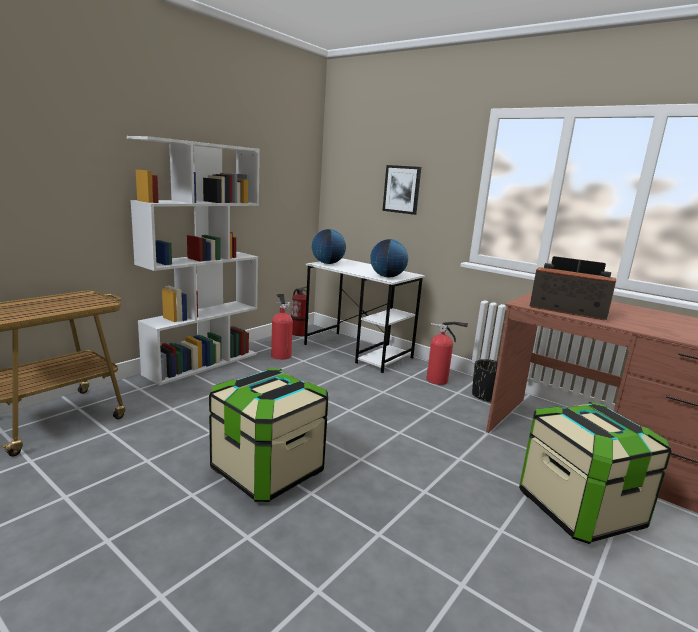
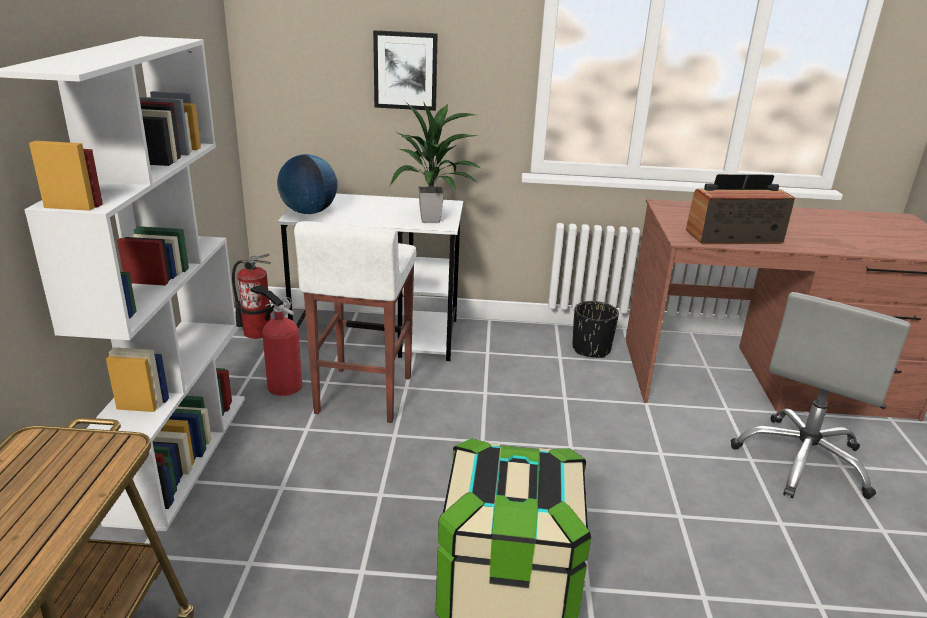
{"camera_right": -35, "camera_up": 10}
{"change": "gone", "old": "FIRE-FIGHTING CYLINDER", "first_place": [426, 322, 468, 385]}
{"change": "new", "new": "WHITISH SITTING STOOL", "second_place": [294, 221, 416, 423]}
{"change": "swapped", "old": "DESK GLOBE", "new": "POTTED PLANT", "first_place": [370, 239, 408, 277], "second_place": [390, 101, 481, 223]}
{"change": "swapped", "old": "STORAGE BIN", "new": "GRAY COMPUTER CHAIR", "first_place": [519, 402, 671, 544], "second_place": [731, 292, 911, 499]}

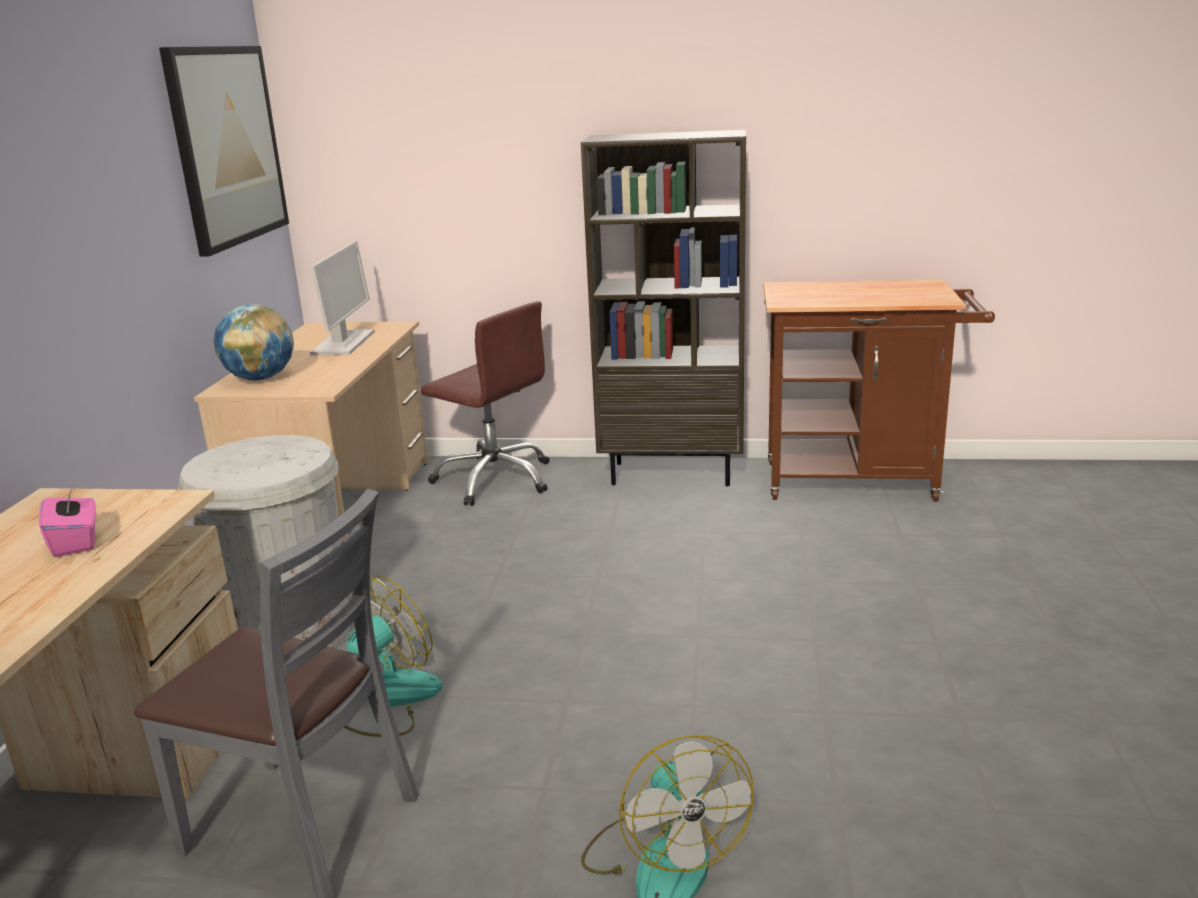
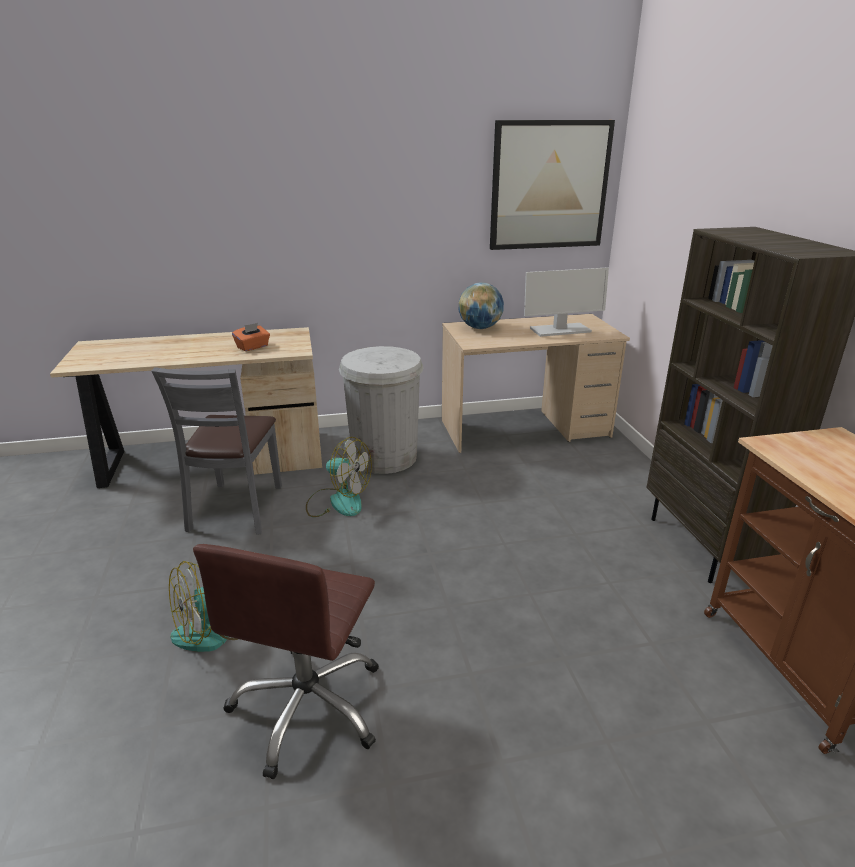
{"camera_right": 70, "camera_up": 5}
{"change": "shifted", "old": "BROWNISH COMPUTER CHAIR", "first_place": [420, 301, 549, 506], "second_place": [193, 544, 379, 779]}
{"change": "repainted", "old": "PINKISH TISSUE BOX", "new": "ORANGE TISSUE BOX", "first_place": [39, 486, 96, 557], "second_place": [232, 323, 270, 351]}

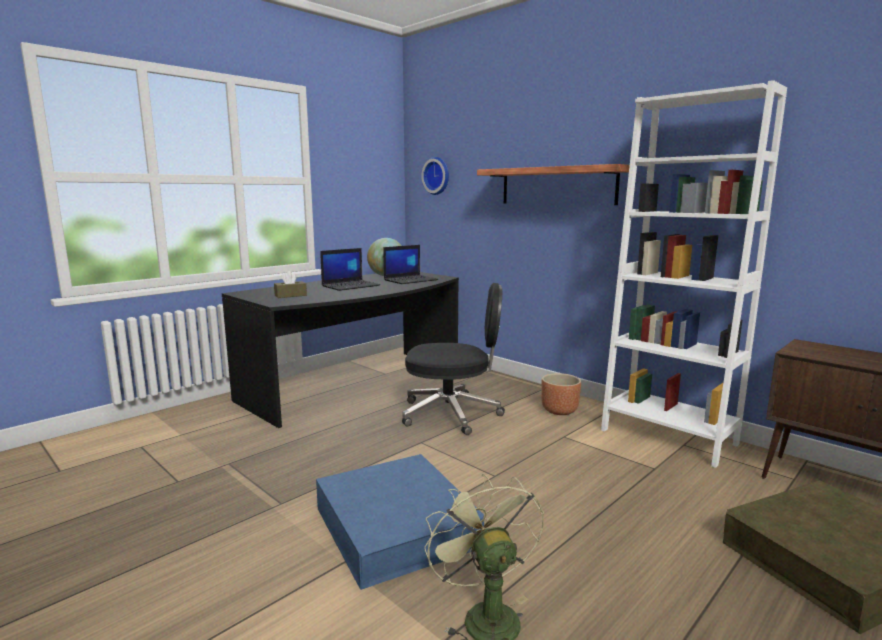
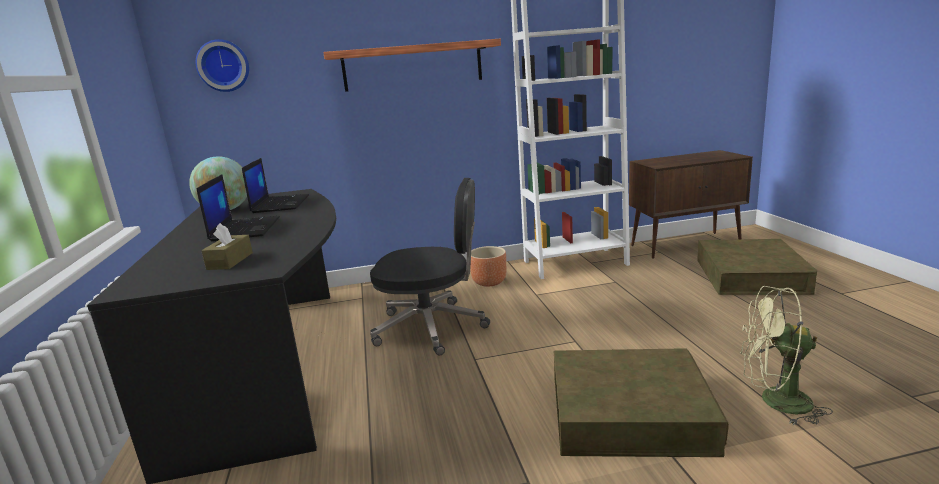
{"camera_right": -55, "camera_up": 5}
{"change": "repainted", "old": "BLUE STORAGE BIN", "new": "BROWNISH STORAGE BIN", "first_place": [316, 454, 484, 590], "second_place": [553, 348, 729, 457]}
{"change": "rotated", "old": "BLACK-COLOURED COMPUTER CHAIR", "first_place": [402, 283, 505, 435], "second_place": [370, 178, 490, 356], "degrees": 60}

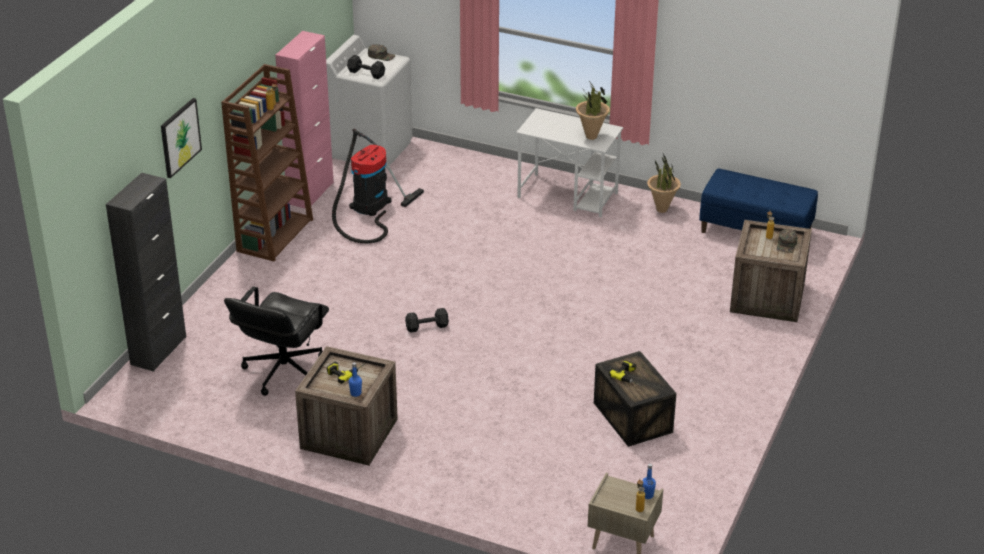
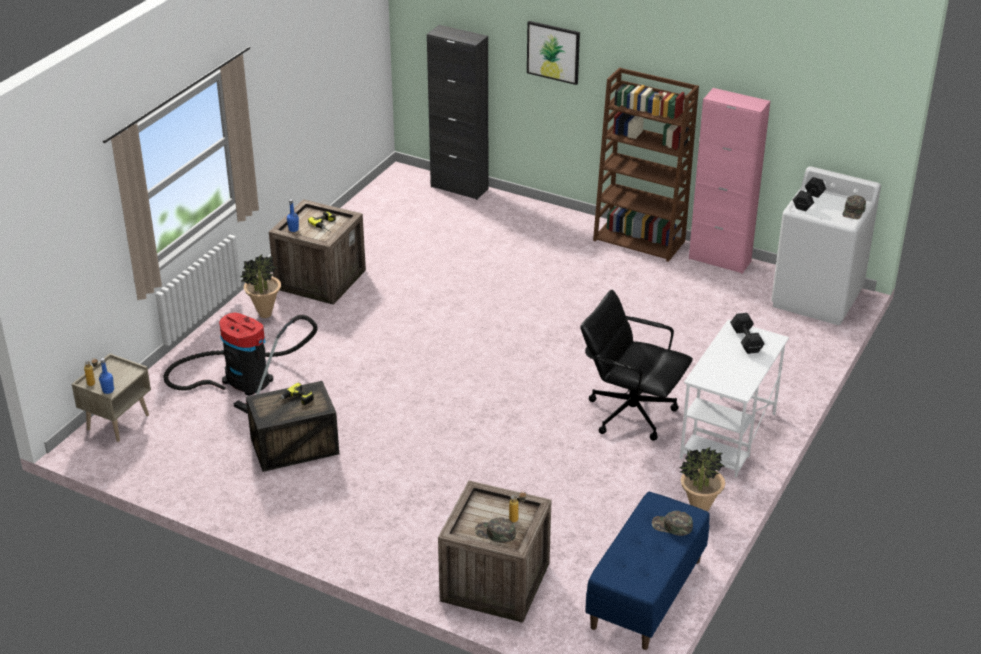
{"camera_right": 95, "camera_up": 0}
{"change": "new", "new": "GREEN BASEBALL CAP", "second_place": [652, 511, 693, 536]}
{"change": "shifted", "old": "BLACK-COLOURED COMPUTER CHAIR", "first_place": [224, 287, 329, 396], "second_place": [580, 290, 693, 441]}
{"change": "shifted", "old": "VACUUM CLEANER", "first_place": [332, 129, 424, 244], "second_place": [163, 312, 317, 414]}
{"change": "shifted", "old": "BLACK-COLOURED DUMBBELL", "first_place": [405, 308, 449, 333], "second_place": [730, 313, 765, 354]}
{"change": "shifted", "old": "POTTED PLANT", "first_place": [576, 81, 610, 140], "second_place": [240, 254, 281, 318]}

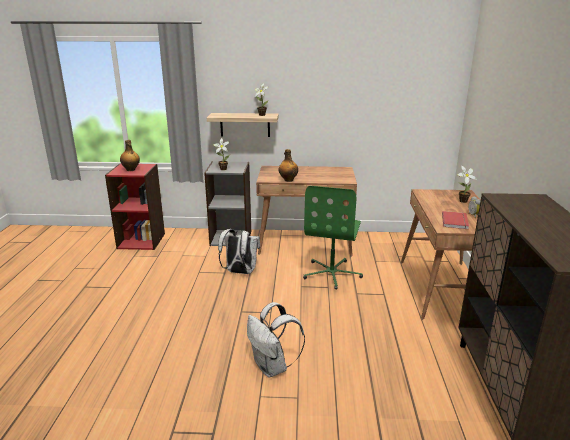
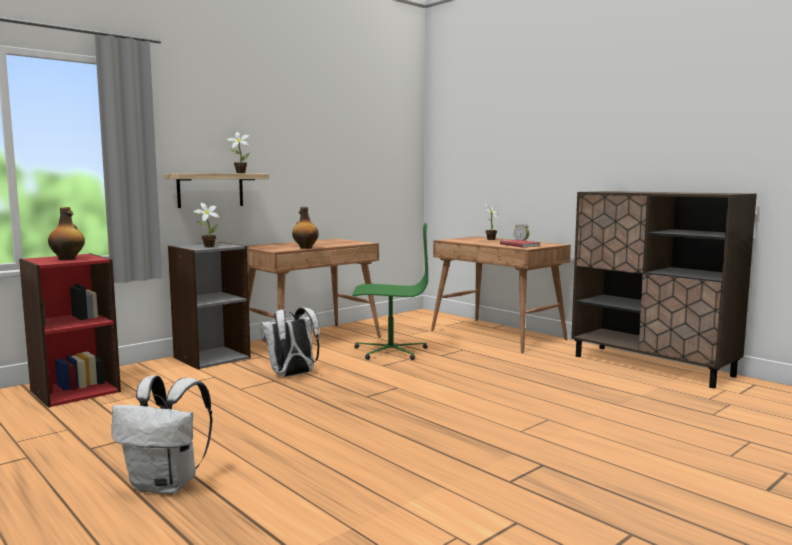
{"camera_right": -45, "camera_up": -15}
{"change": "shifted", "old": "WHITISH BACKPACK", "first_place": [247, 302, 305, 378], "second_place": [111, 375, 212, 494]}
{"change": "rotated", "old": "GREEN COMPUTER CHAIR", "first_place": [303, 186, 363, 289], "second_place": [352, 223, 428, 360], "degrees": -60}

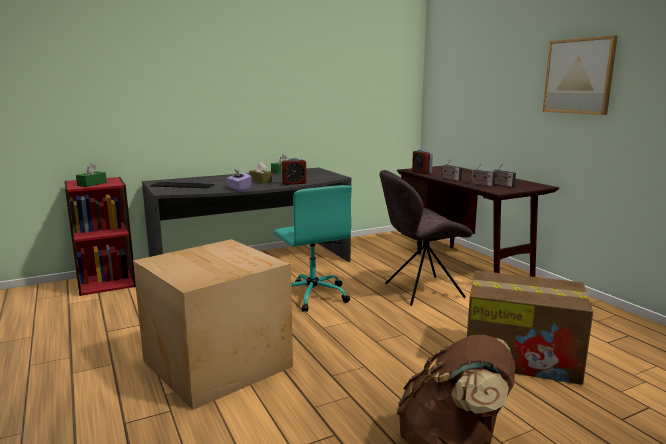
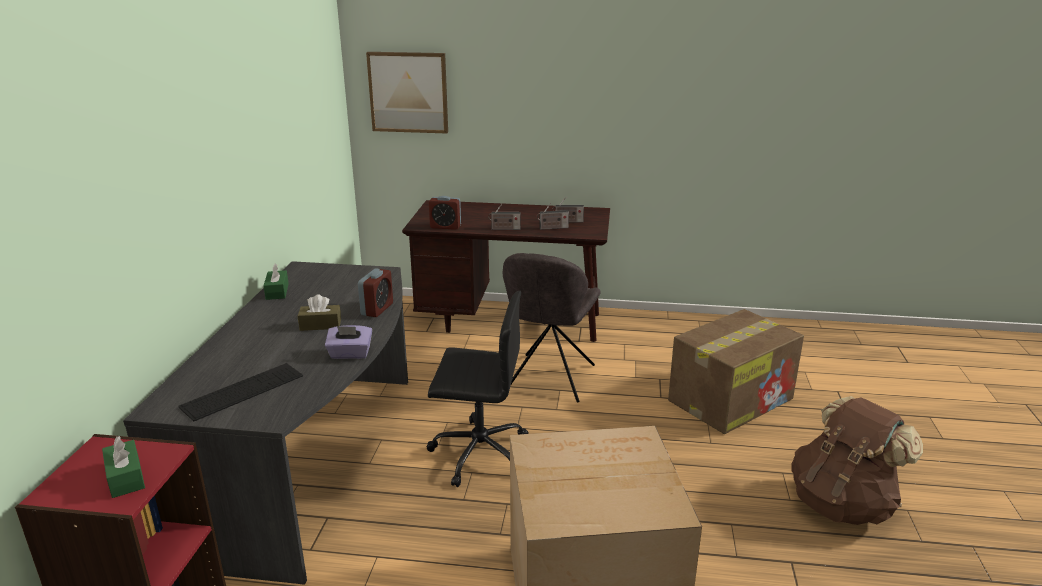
{"camera_right": -55, "camera_up": 10}
{"change": "shifted", "old": "WALL PICTURE", "first_place": [543, 35, 618, 115], "second_place": [366, 52, 448, 133]}
{"change": "repainted", "old": "TURQUOISE-COLOURED COMPUTER CHAIR", "new": "BLACK-COLOURED COMPUTER CHAIR", "first_place": [274, 185, 352, 312], "second_place": [427, 291, 529, 487]}

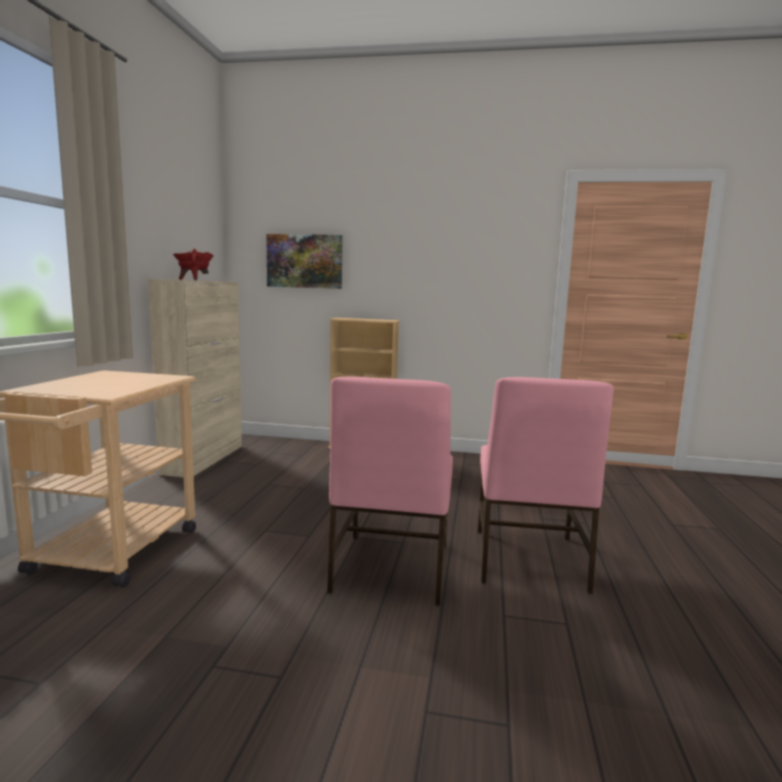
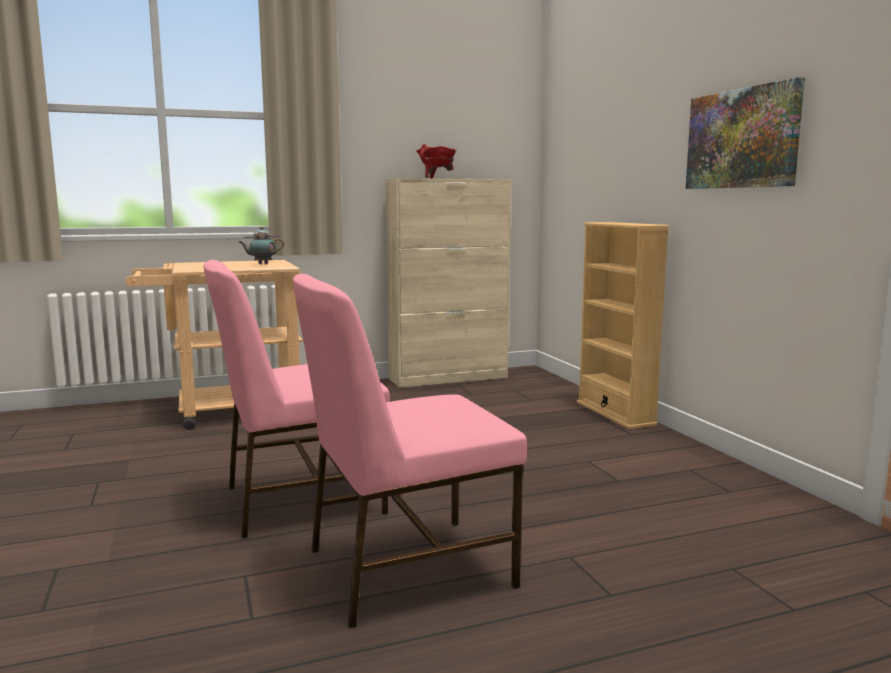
{"camera_right": 60, "camera_up": 0}
{"change": "new", "new": "TEAPOT", "second_place": [239, 227, 284, 264]}
{"change": "shifted", "old": "WALL PICTURE", "first_place": [266, 234, 343, 289], "second_place": [686, 77, 805, 189]}

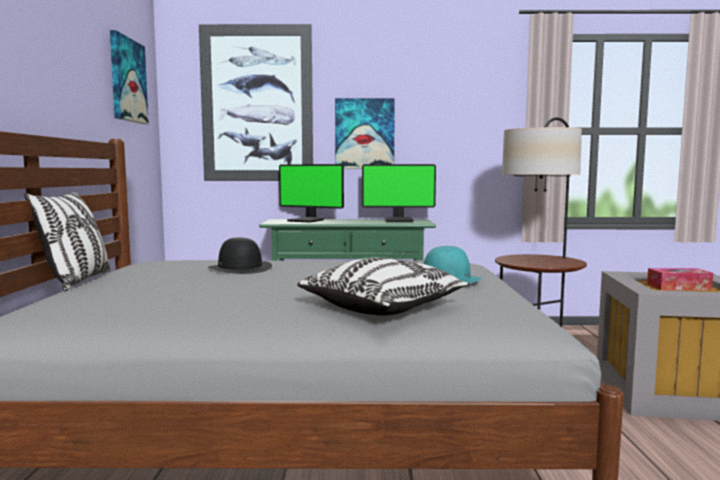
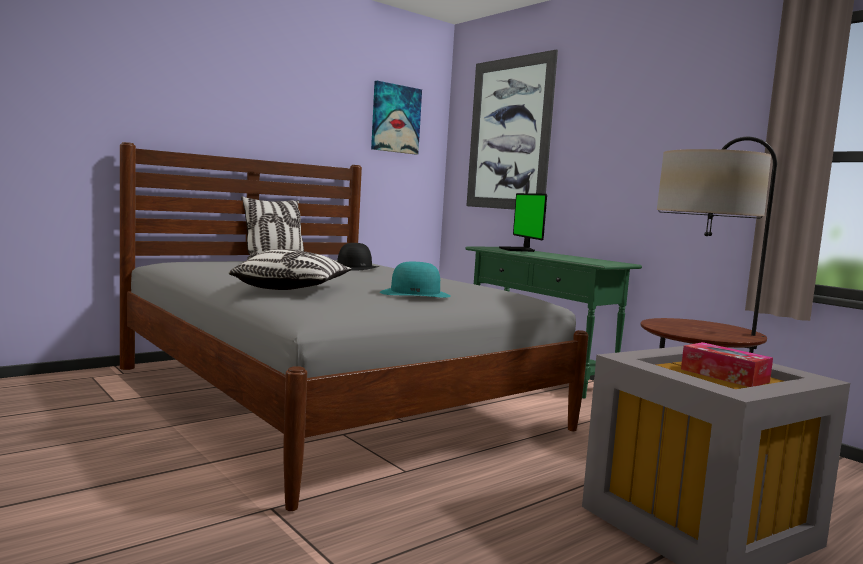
{"camera_right": 50, "camera_up": 0}
{"change": "gone", "old": "WALL PICTURE", "first_place": [335, 98, 395, 169]}
{"change": "gone", "old": "MONITOR", "first_place": [362, 164, 436, 222]}

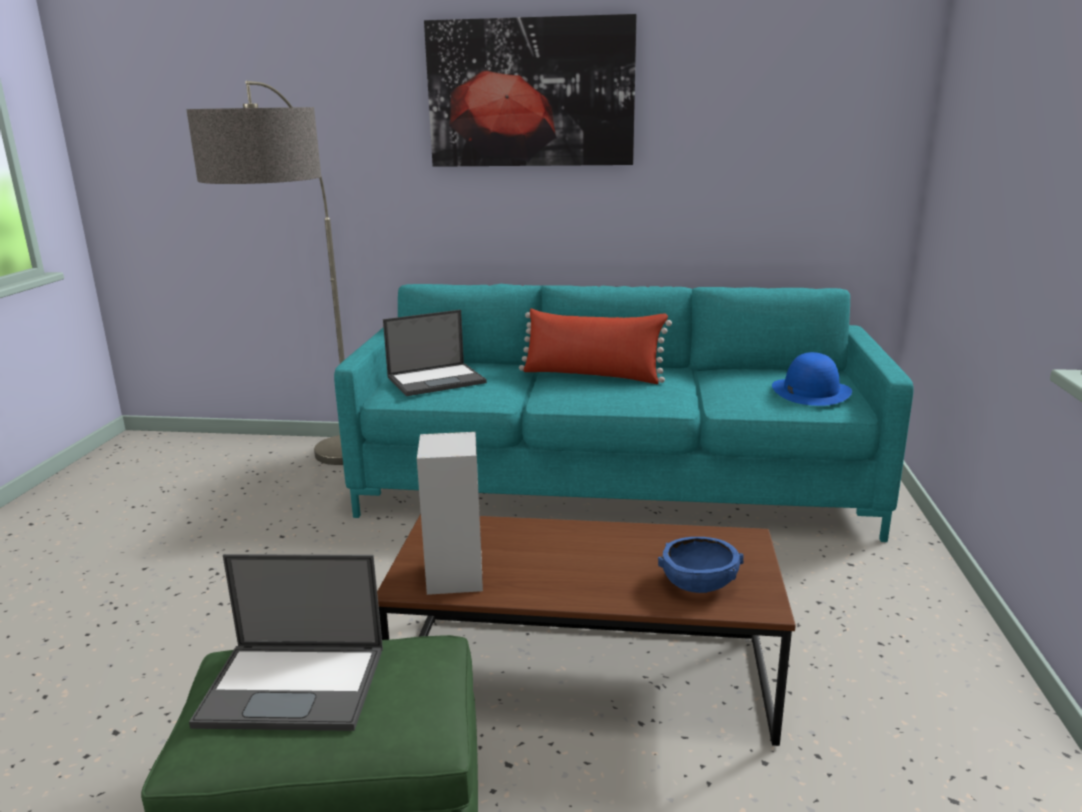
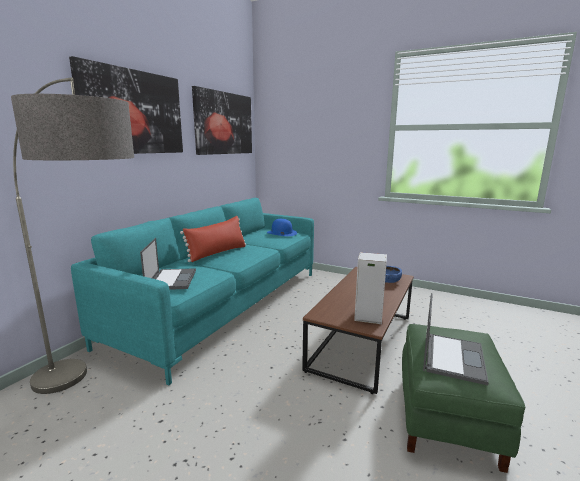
{"camera_right": -70, "camera_up": -5}
{"change": "new", "new": "WALL PICTURE", "second_place": [192, 86, 252, 155]}

